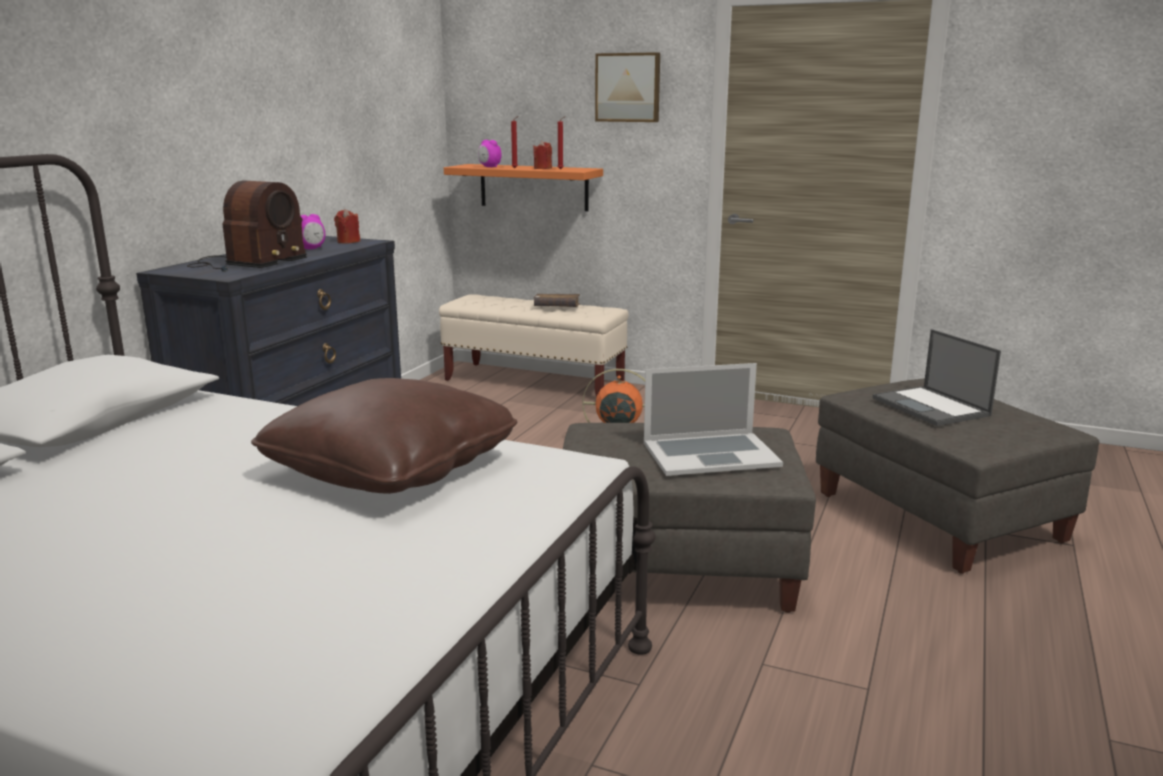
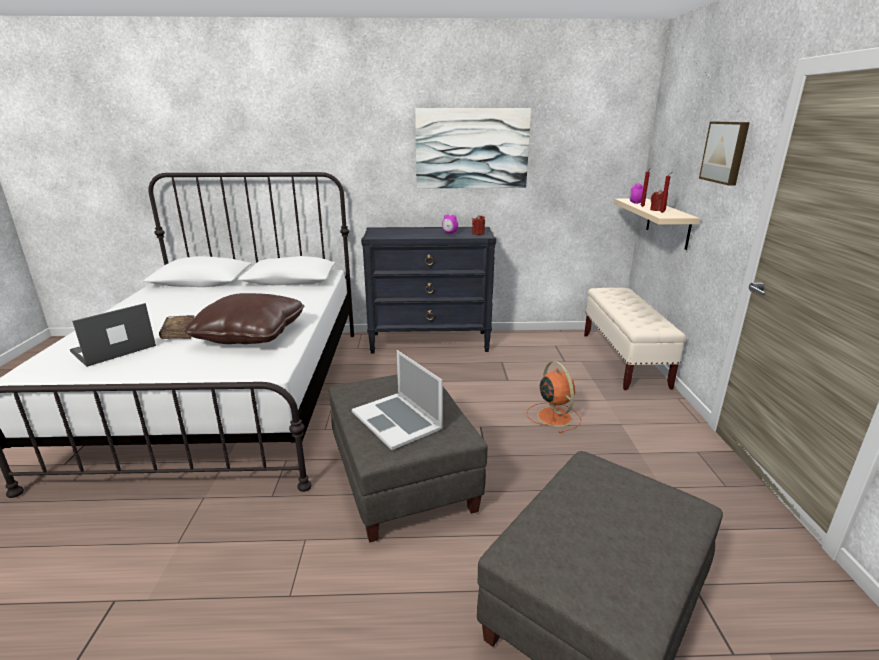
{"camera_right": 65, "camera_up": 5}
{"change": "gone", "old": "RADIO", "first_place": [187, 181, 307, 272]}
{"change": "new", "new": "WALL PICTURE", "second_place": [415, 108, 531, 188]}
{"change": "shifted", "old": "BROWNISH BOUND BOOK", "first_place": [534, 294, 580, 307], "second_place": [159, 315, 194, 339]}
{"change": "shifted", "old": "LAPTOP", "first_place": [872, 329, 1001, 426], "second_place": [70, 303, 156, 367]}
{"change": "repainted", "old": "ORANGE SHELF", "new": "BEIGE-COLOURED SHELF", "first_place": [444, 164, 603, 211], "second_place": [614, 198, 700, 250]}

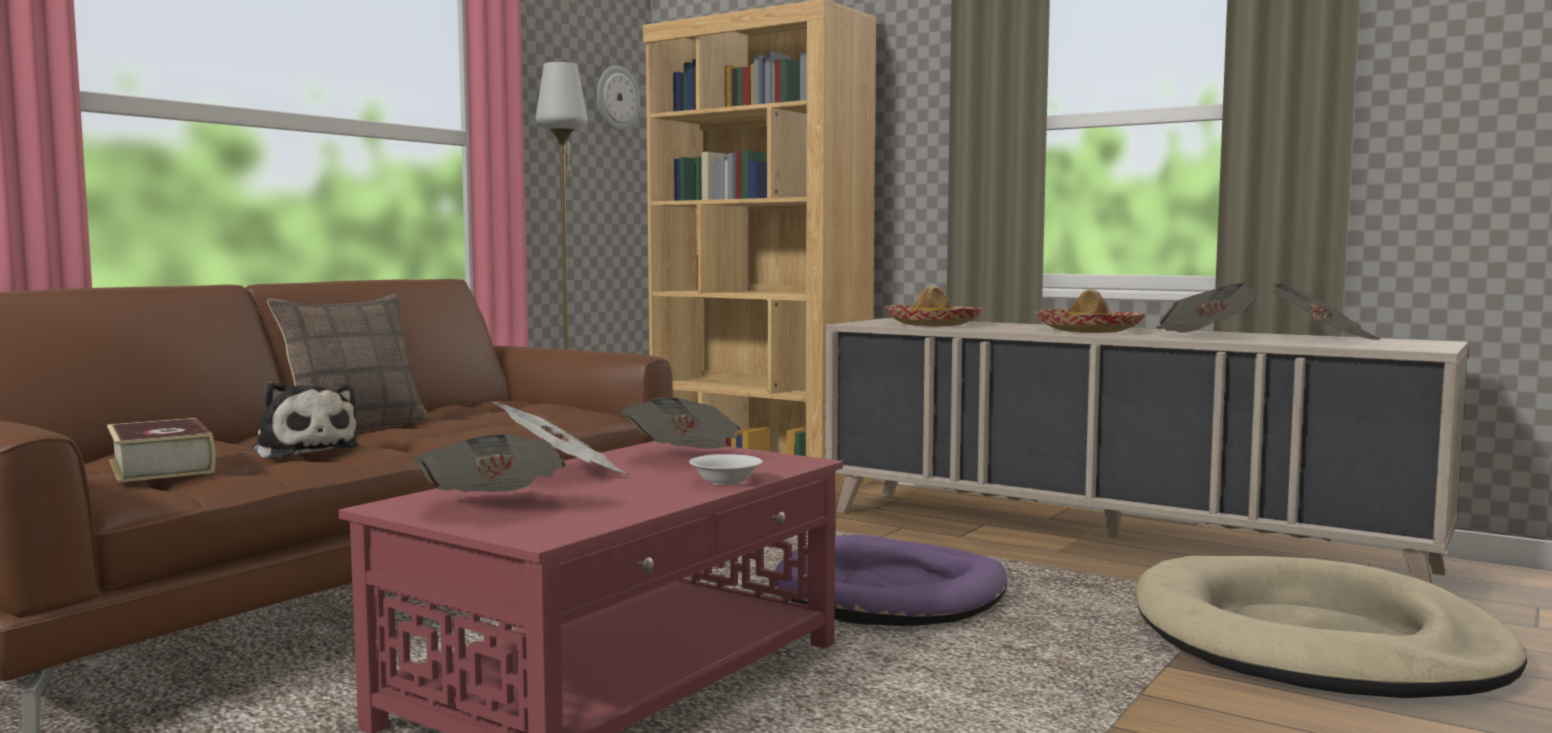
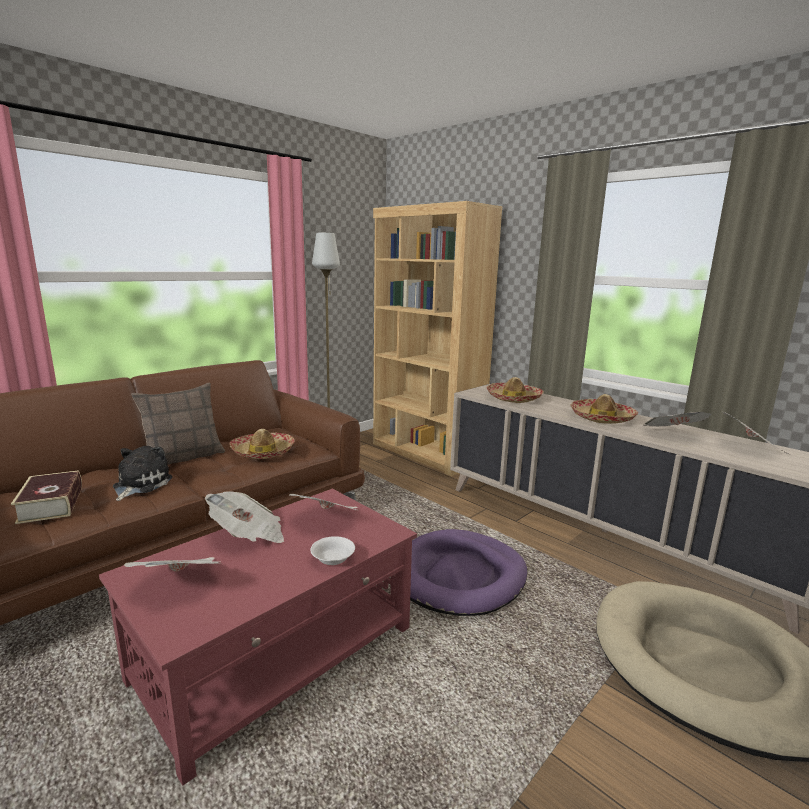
{"camera_right": 10, "camera_up": 10}
{"change": "gone", "old": "WALL CLOCK", "first_place": [597, 66, 640, 130]}
{"change": "new", "new": "WEARABLE HAT", "second_place": [229, 429, 295, 459]}
{"change": "rotated", "old": "SOFT TOY", "first_place": [253, 382, 359, 458], "second_place": [113, 446, 173, 501], "degrees": -135}

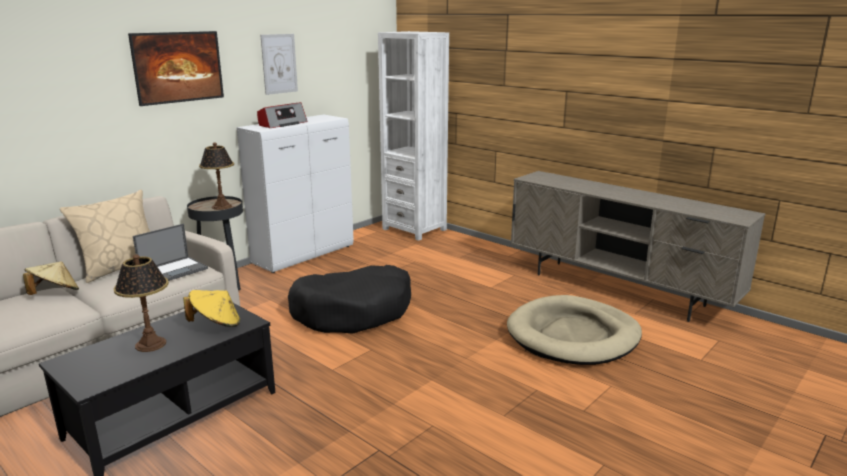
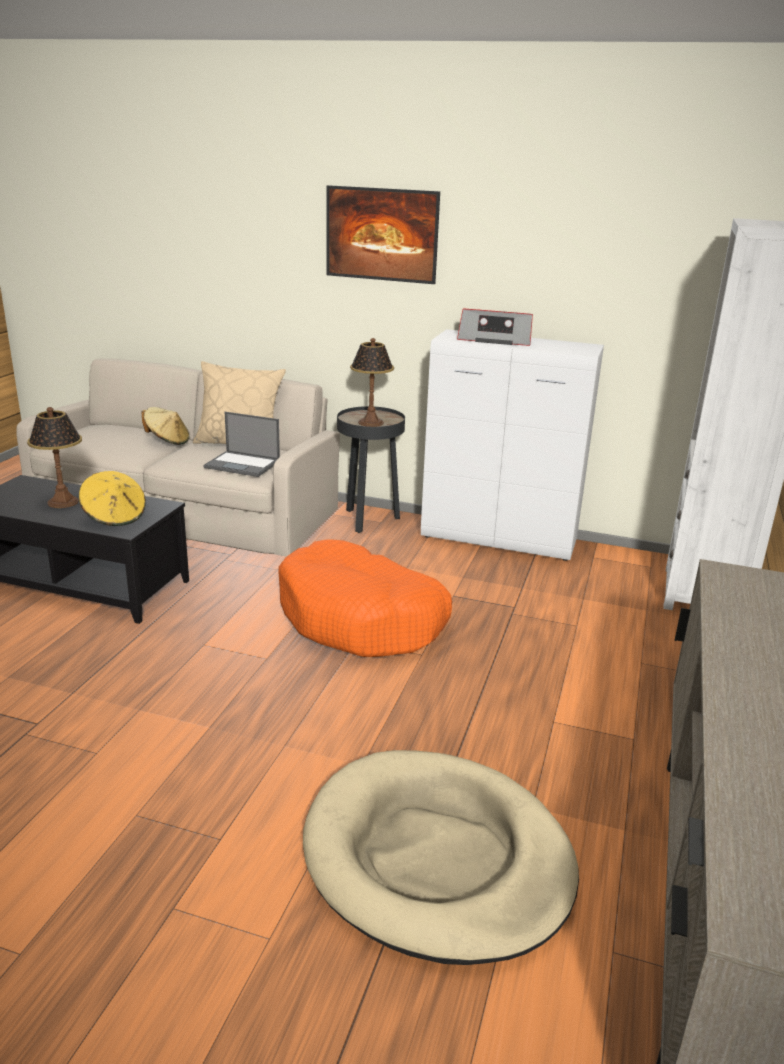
{"camera_right": 65, "camera_up": 5}
{"change": "gone", "old": "WALL PICTURE", "first_place": [261, 34, 298, 95]}
{"change": "repainted", "old": "BLACK-COLOURED DOG BED", "new": "ORANGE DOG BED", "first_place": [288, 265, 411, 334], "second_place": [278, 539, 452, 657]}

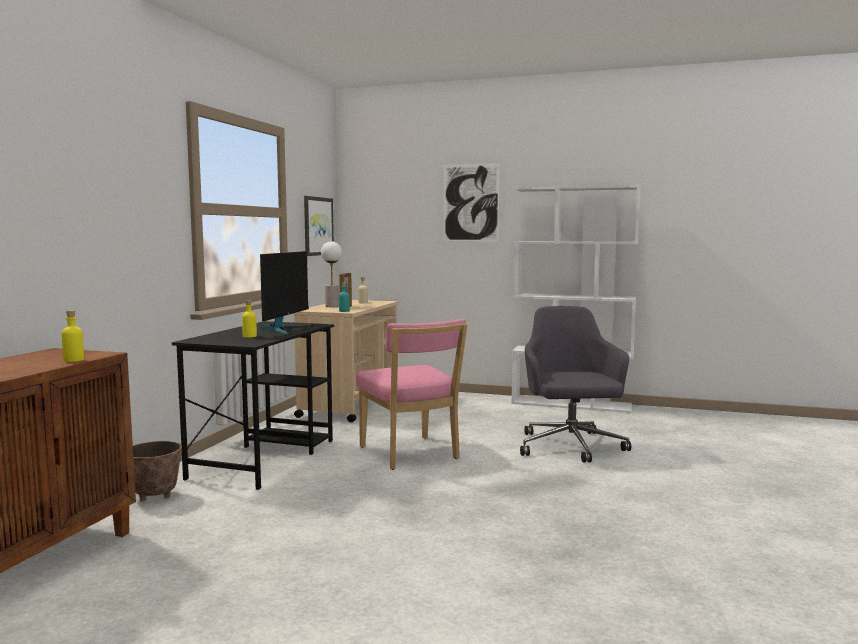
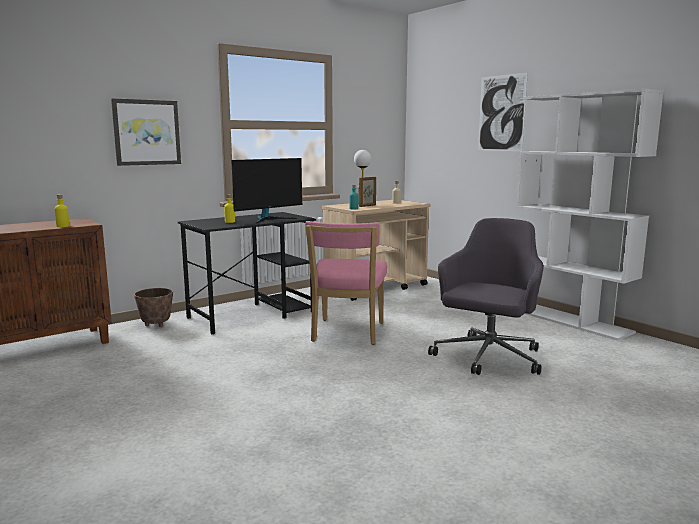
{"camera_right": 35, "camera_up": 5}
{"change": "shifted", "old": "WALL PICTURE", "first_place": [304, 196, 334, 256], "second_place": [111, 98, 181, 166]}

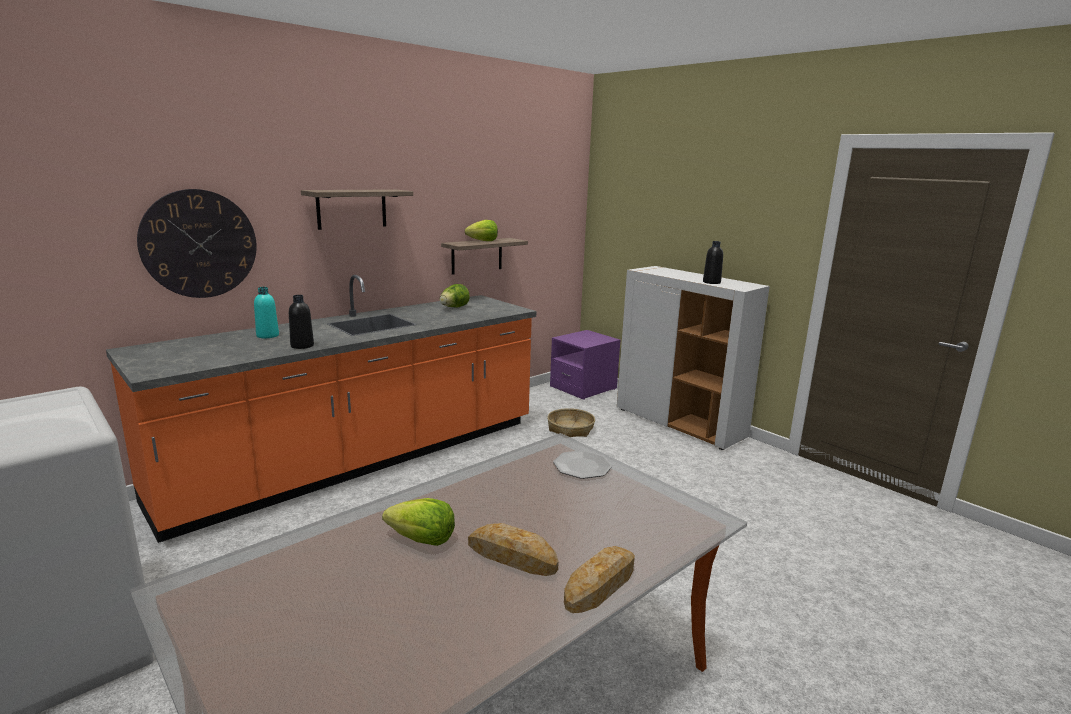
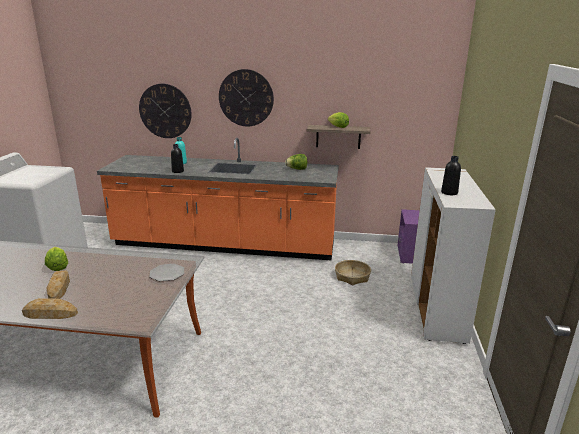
{"camera_right": 50, "camera_up": 5}
{"change": "swapped", "old": "SHELF", "new": "WALL CLOCK", "first_place": [301, 189, 413, 230], "second_place": [219, 69, 274, 127]}

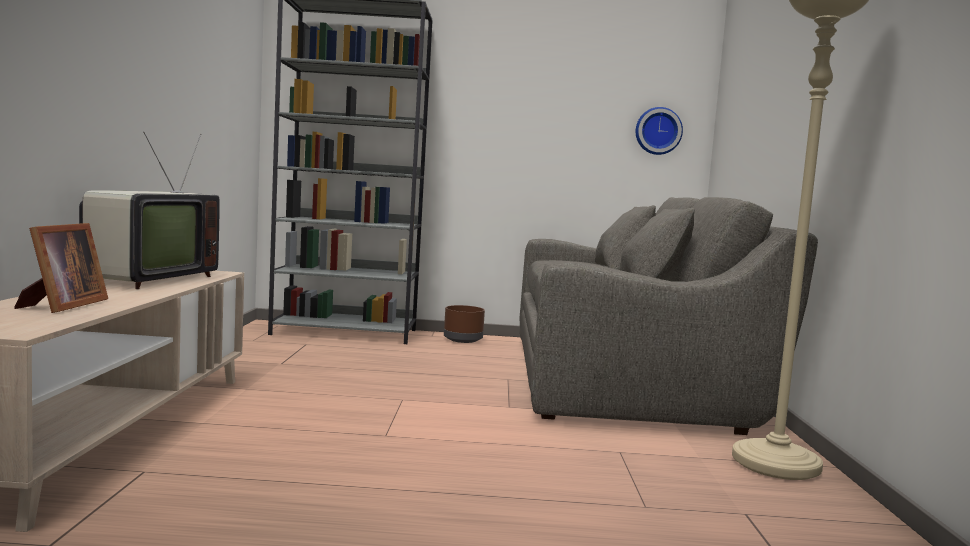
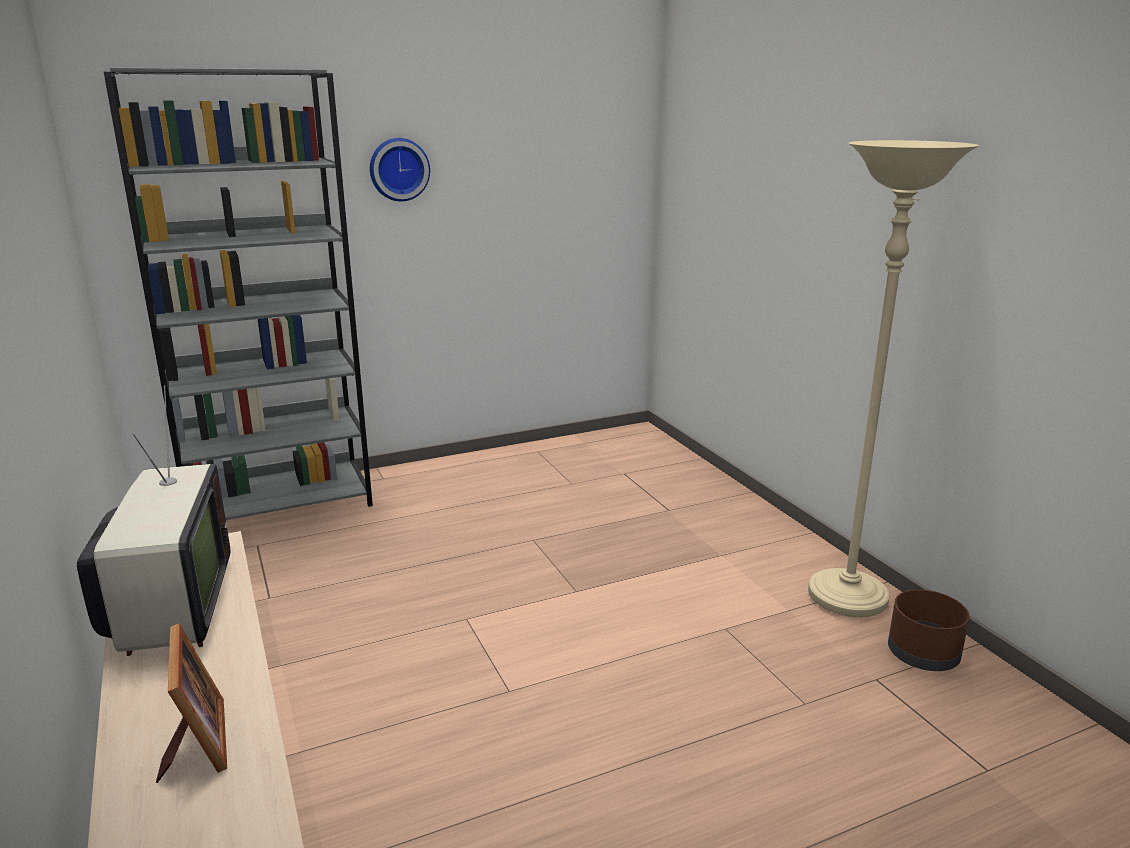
{"camera_right": -25, "camera_up": 15}
{"change": "gone", "old": "GRAY SOFA", "first_place": [520, 197, 818, 435]}
{"change": "shifted", "old": "BROWNISH PLANTER", "first_place": [444, 305, 485, 343], "second_place": [888, 590, 970, 671]}
{"change": "shifted", "old": "WALL CLOCK", "first_place": [636, 107, 683, 155], "second_place": [370, 138, 430, 201]}

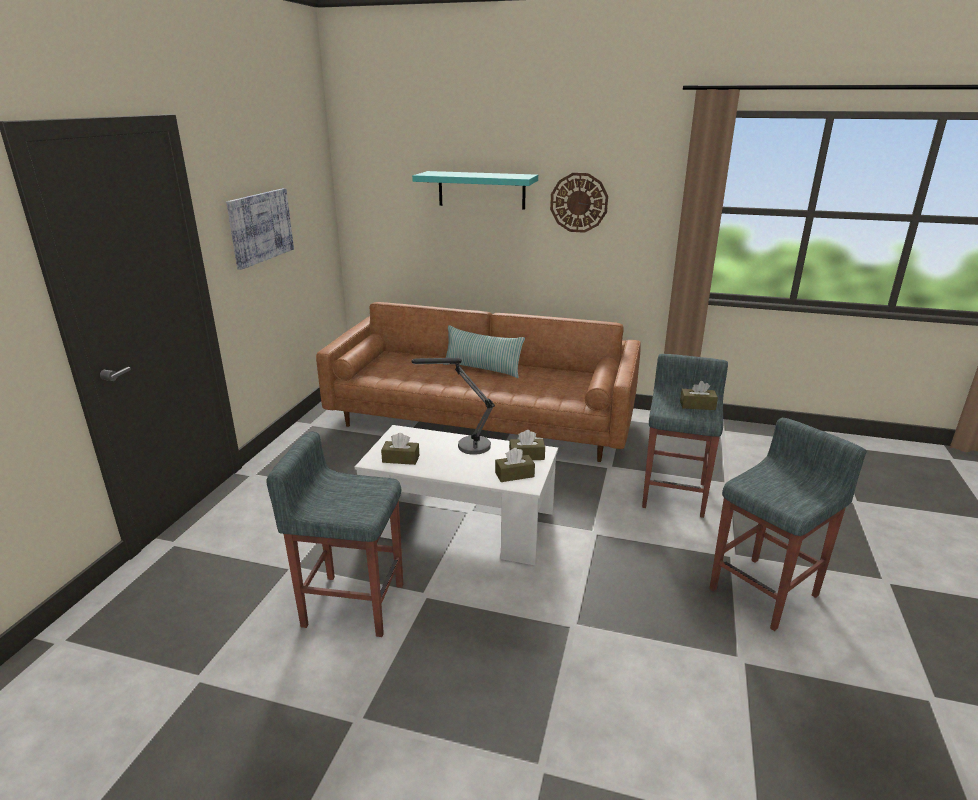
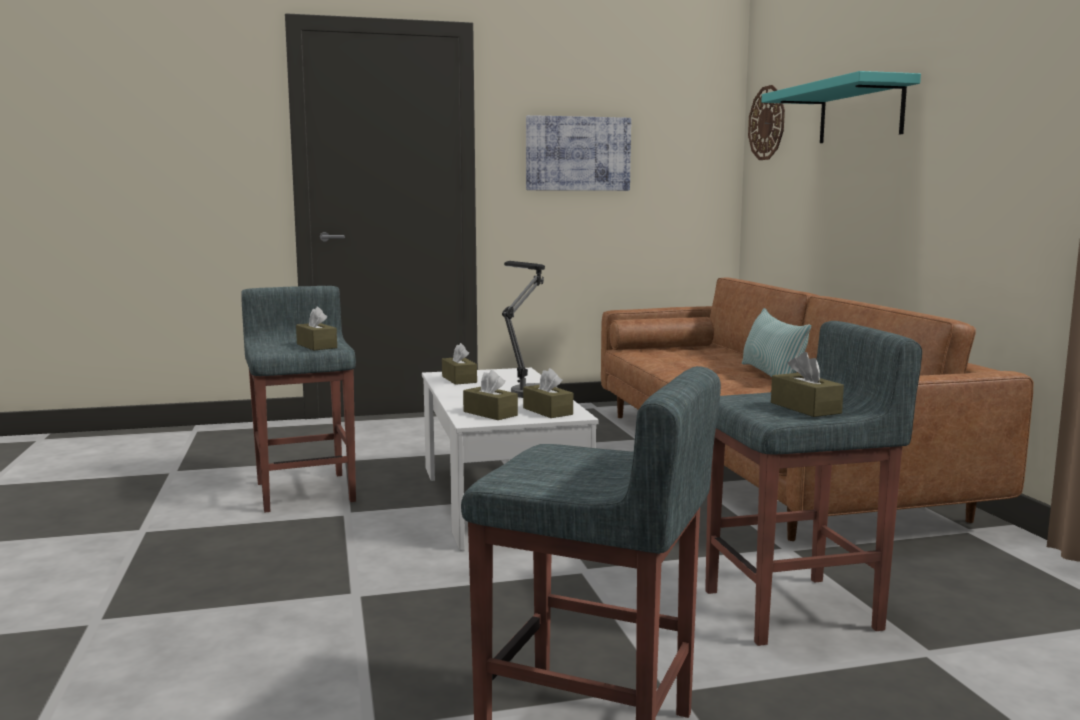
{"camera_right": 60, "camera_up": -15}
{"change": "new", "new": "BROWNISH TISSUE BOX", "second_place": [296, 307, 337, 350]}
{"change": "shifted", "old": "WALL CLOCK", "first_place": [550, 173, 608, 233], "second_place": [748, 85, 785, 160]}

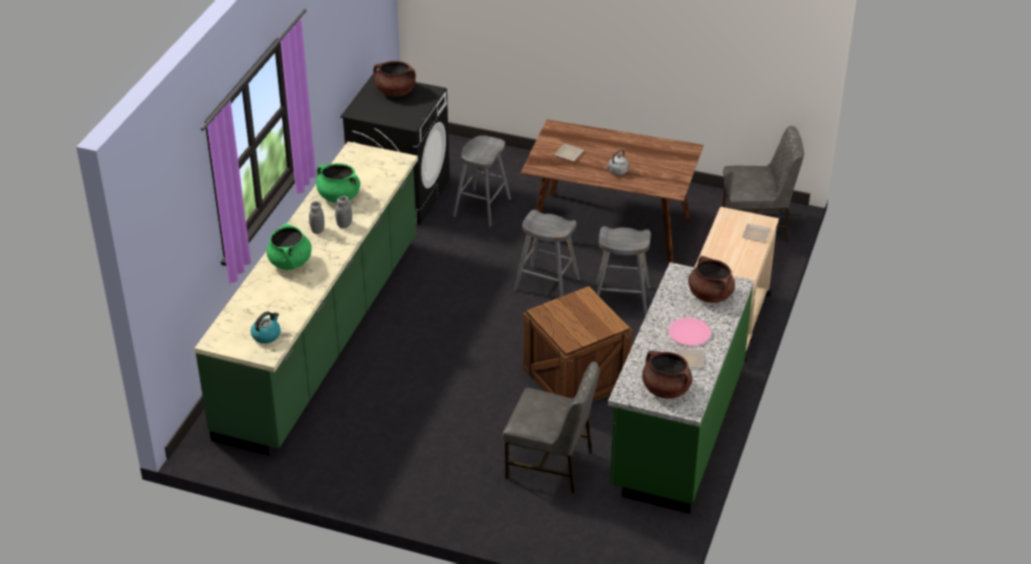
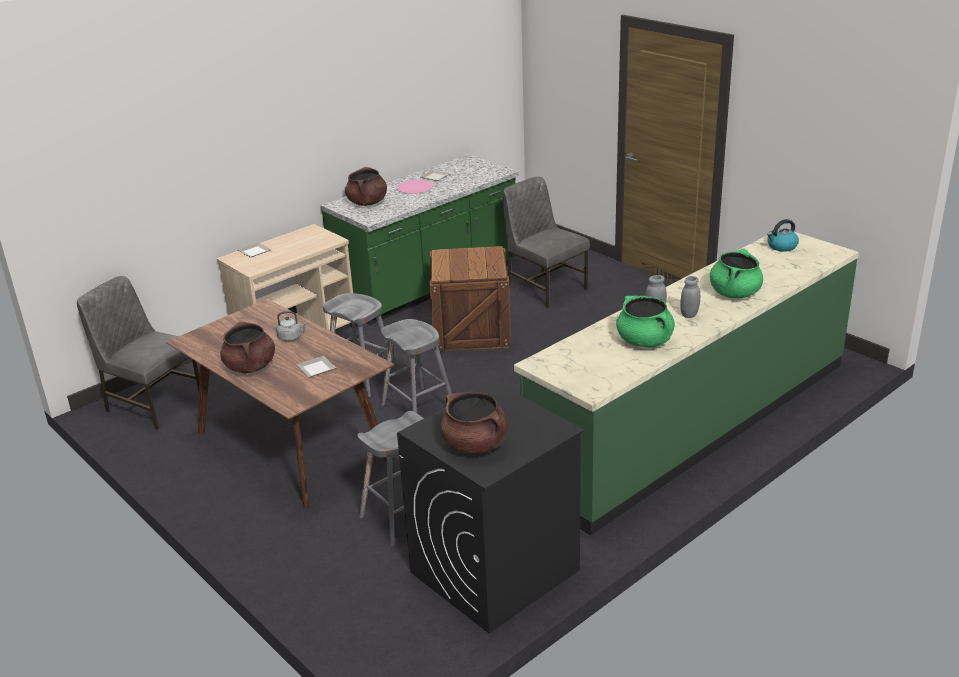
{"camera_right": -150, "camera_up": -10}
{"change": "shifted", "old": "BROWNISH COOKING POT", "first_place": [642, 351, 693, 399], "second_place": [220, 321, 275, 374]}

